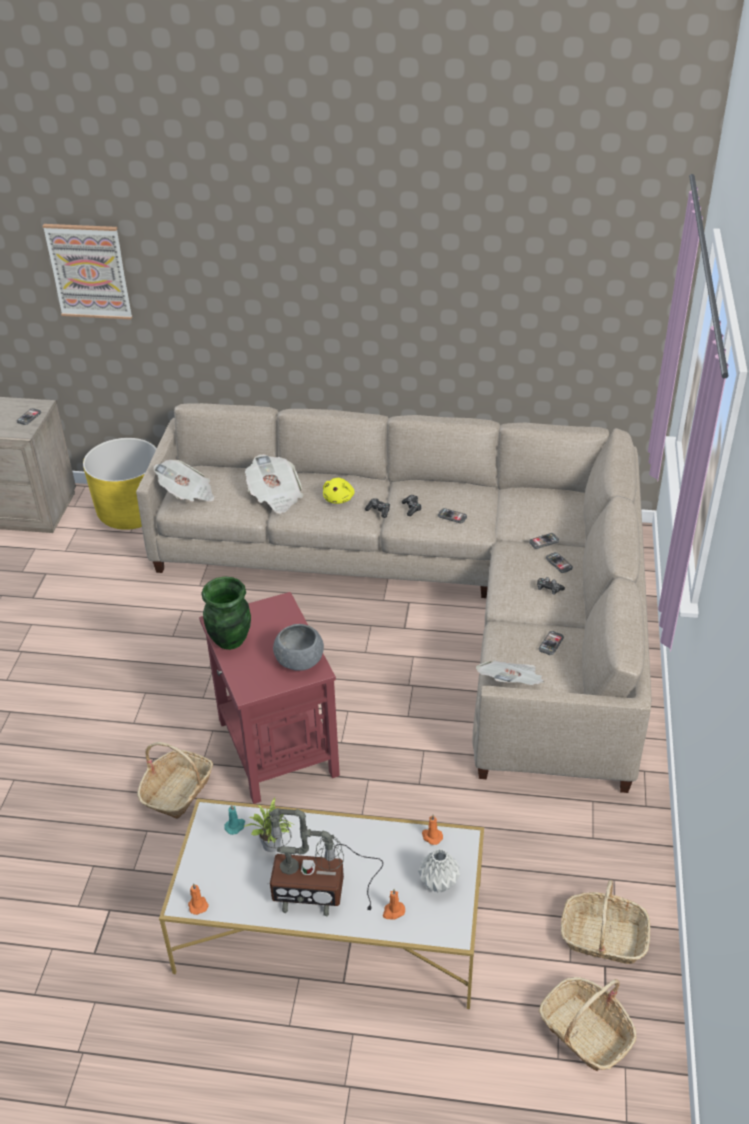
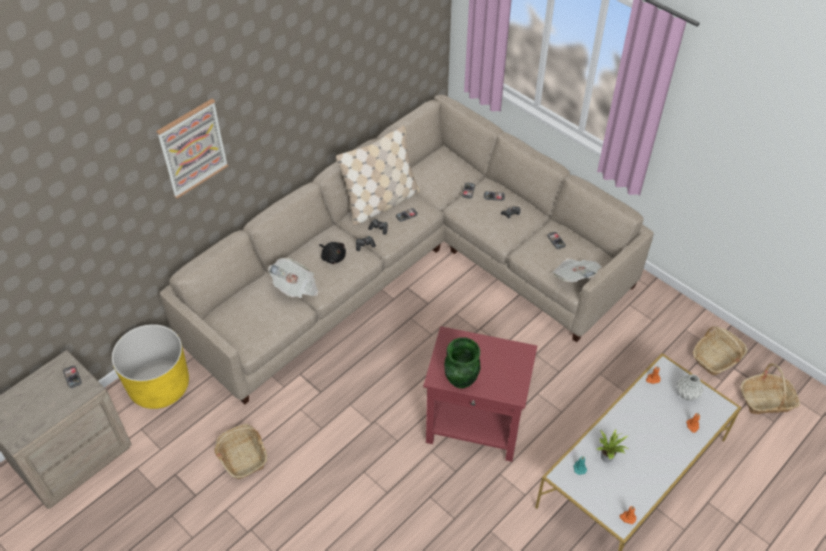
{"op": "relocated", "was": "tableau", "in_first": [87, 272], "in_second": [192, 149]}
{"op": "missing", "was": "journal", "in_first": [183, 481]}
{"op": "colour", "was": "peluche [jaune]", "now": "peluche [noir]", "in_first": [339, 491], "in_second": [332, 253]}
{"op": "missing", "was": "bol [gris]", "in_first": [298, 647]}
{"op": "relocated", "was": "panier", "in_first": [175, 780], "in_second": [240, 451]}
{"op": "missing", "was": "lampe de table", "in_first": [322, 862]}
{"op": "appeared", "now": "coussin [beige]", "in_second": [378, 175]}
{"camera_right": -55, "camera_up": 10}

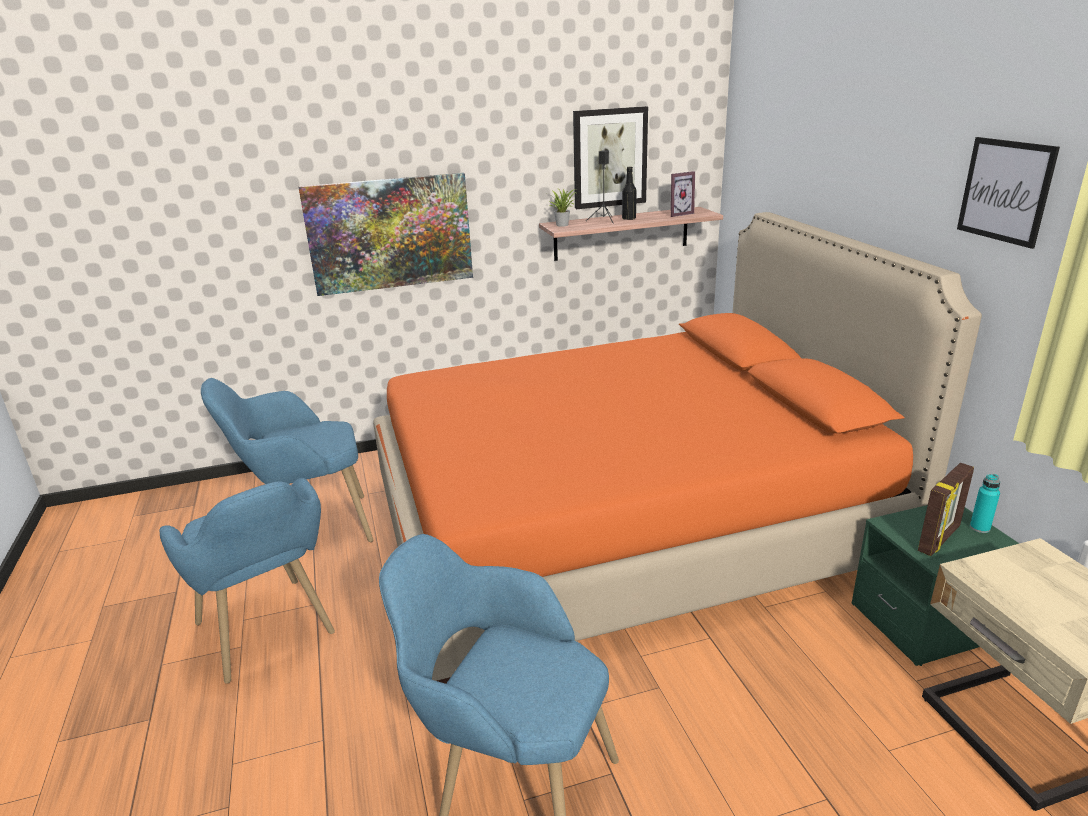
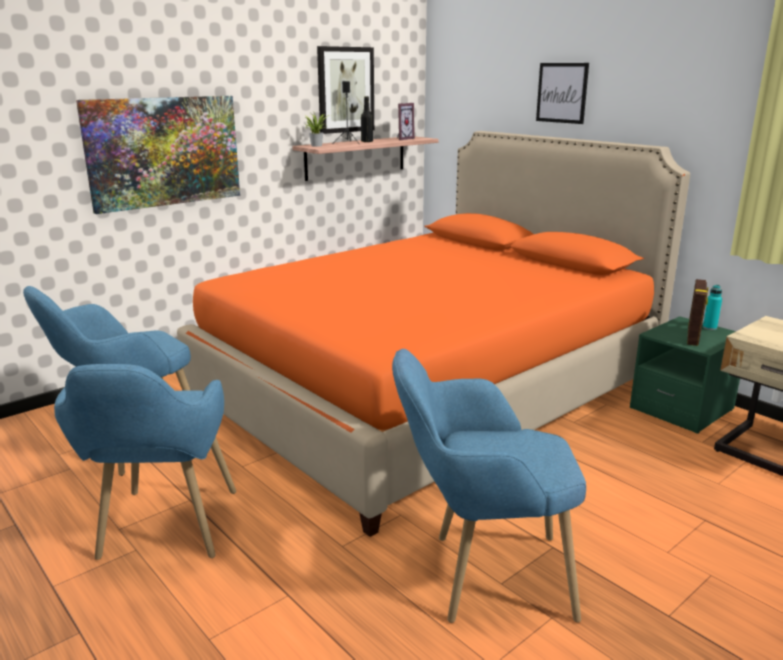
{"op": "relocated", "was": "tableau", "in_first": [1008, 193], "in_second": [562, 93]}
{"op": "spun", "was": "fauteuil [bleu]", "in_first": [247, 581], "in_second": [145, 462], "clockwise": 60}
{"camera_right": -25, "camera_up": -5}

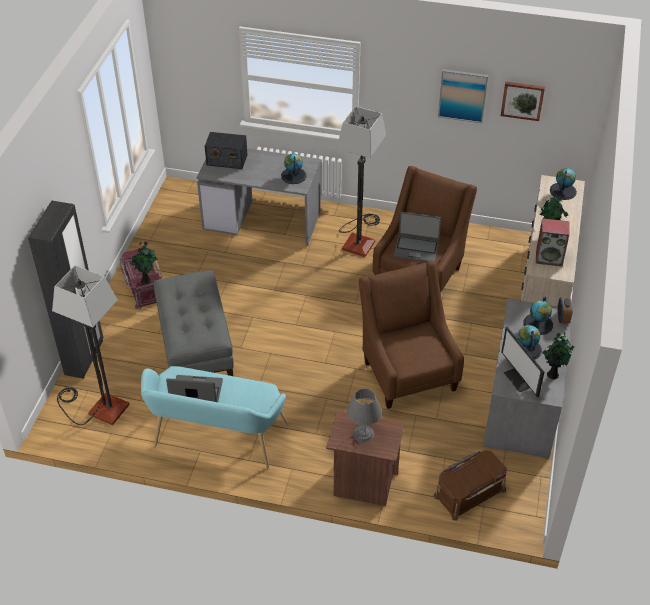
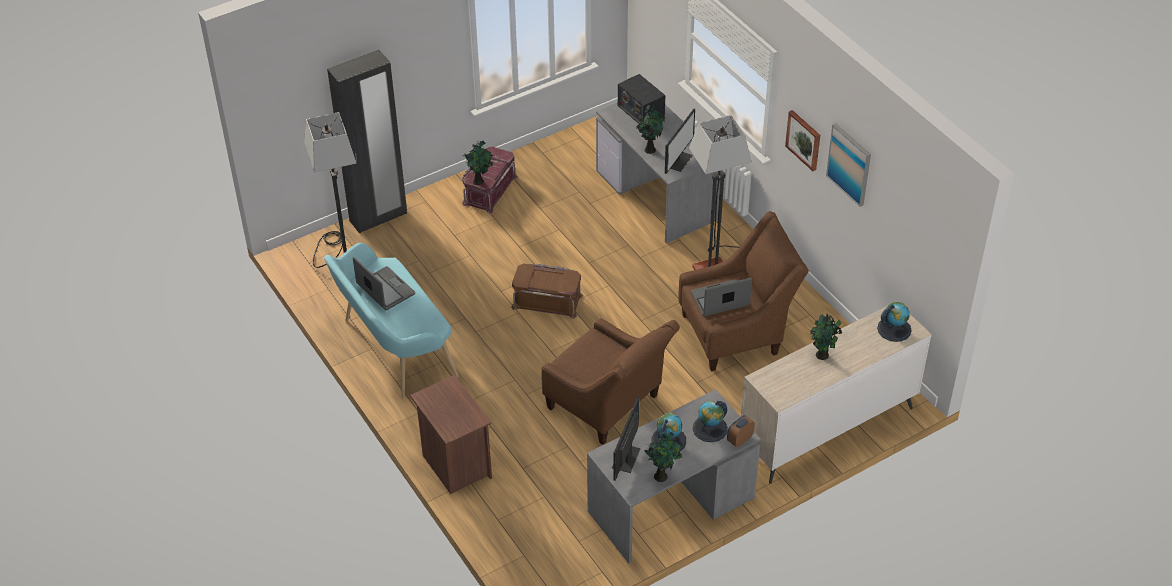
{"op": "relocated", "was": "tableau", "in_first": [523, 101], "in_second": [802, 140]}
{"op": "exchanged", "was": "globe", "now": "écran d'ordinateur", "in_first": [294, 168], "in_second": [680, 141]}
{"op": "spun", "was": "ordinateur portable", "in_first": [417, 237], "in_second": [721, 297], "clockwise": 105}
{"op": "missing", "was": "enceinte", "in_first": [553, 242]}
{"op": "spun", "was": "fauteuil [marron]", "in_first": [411, 335], "in_second": [610, 381], "clockwise": 105}
{"op": "missing", "was": "pouf [gris]", "in_first": [194, 323]}
{"op": "missing", "was": "lampe de table [gris]", "in_first": [364, 415]}
{"op": "relocated", "was": "boîte de rangement [marron]", "in_first": [470, 485], "in_second": [547, 291]}
{"op": "appeared", "now": "plante en pot", "in_second": [650, 128]}
{"camera_right": 45, "camera_up": 0}

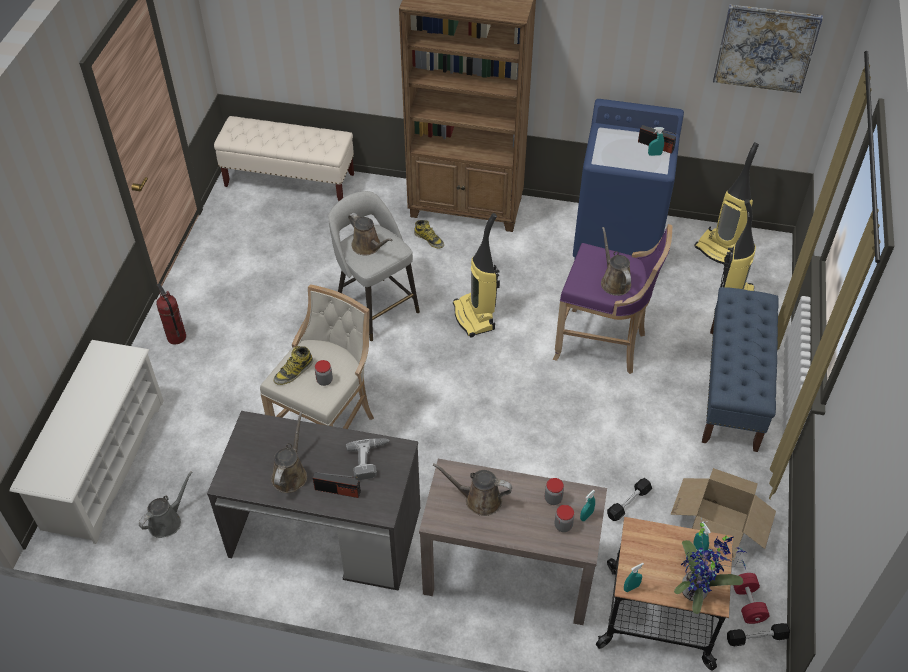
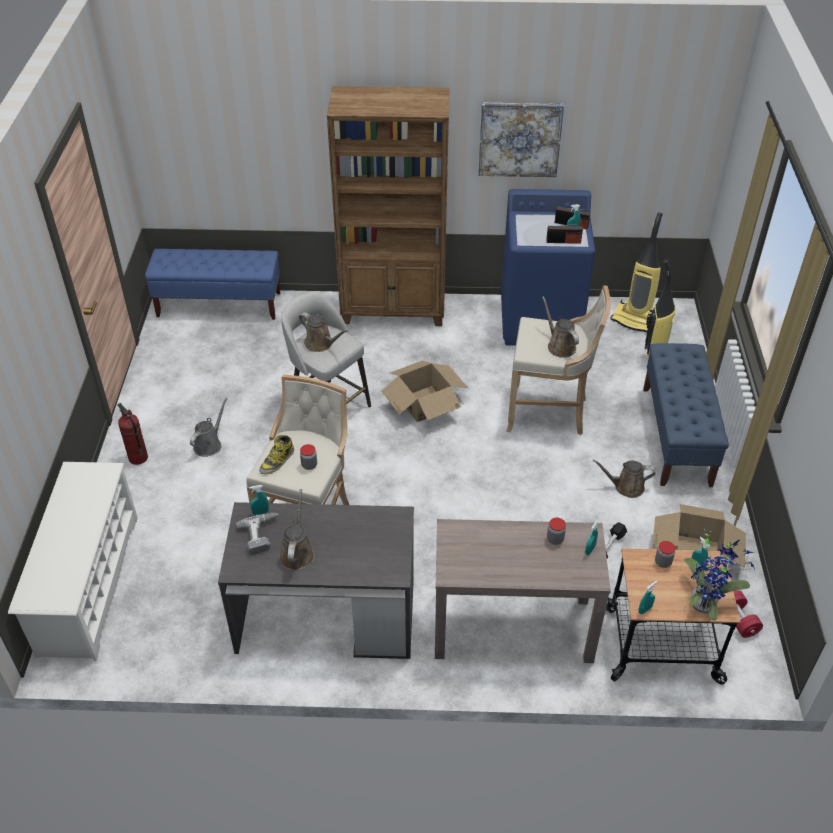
{"op": "relocated", "was": "tableau", "in_first": [768, 49], "in_second": [521, 139]}
{"op": "colour", "was": "banc [beige]", "now": "banc [bleu]", "in_first": [284, 158], "in_second": [212, 284]}
{"op": "exchanged", "was": "aspirateur", "now": "carton", "in_first": [476, 275], "in_second": [424, 391]}
{"op": "missing", "was": "botte", "in_first": [429, 234]}
{"op": "colour", "was": "tabouret [violet]", "now": "tabouret [beige]", "in_first": [612, 299], "in_second": [558, 360]}
{"op": "relocated", "was": "perceuse", "in_first": [368, 459], "in_second": [257, 534]}
{"op": "relocated", "was": "arrosoir [marron]", "in_first": [472, 489], "in_second": [624, 479]}
{"op": "relocated", "was": "arrosoir [gris]", "in_first": [166, 504], "in_second": [209, 427]}
{"op": "relocated", "was": "radio", "in_first": [337, 485], "in_second": [564, 234]}
{"op": "relocated", "was": "bocal", "in_first": [564, 518], "in_second": [665, 554]}
{"op": "missing", "was": "haltère [noir]", "in_first": [758, 634]}
{"op": "appeared", "now": "vaporisateur [turquoise]", "in_second": [259, 500]}
{"camera_right": -10, "camera_up": -5}

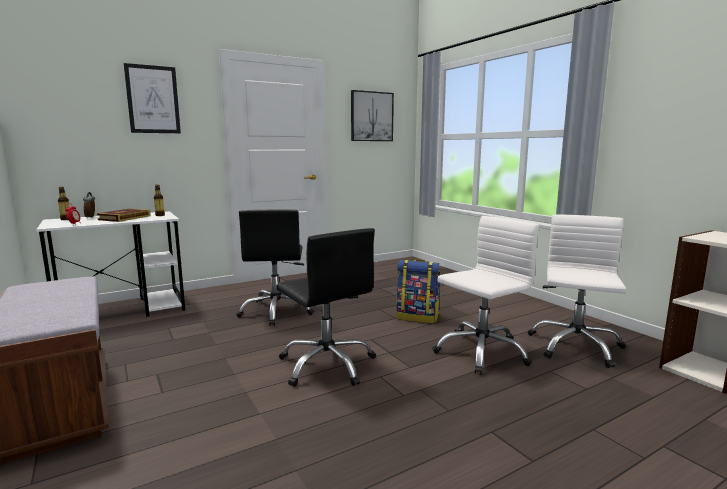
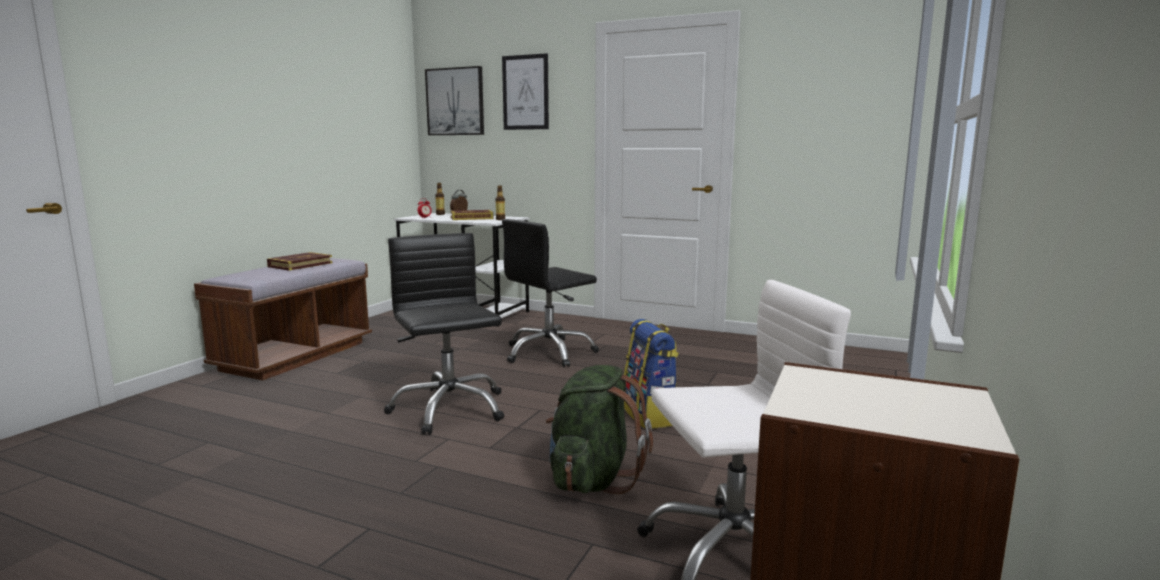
{"op": "relocated", "was": "tableau", "in_first": [372, 115], "in_second": [454, 100]}
{"op": "exchanged", "was": "chaise de bureau [blanc]", "now": "sac à dos [vert]", "in_first": [485, 295], "in_second": [599, 429]}
{"op": "spun", "was": "chaise de bureau [noir]", "in_first": [326, 307], "in_second": [444, 334], "clockwise": 135}
{"op": "appeared", "now": "livre", "in_second": [299, 261]}
{"camera_right": 55, "camera_up": 0}

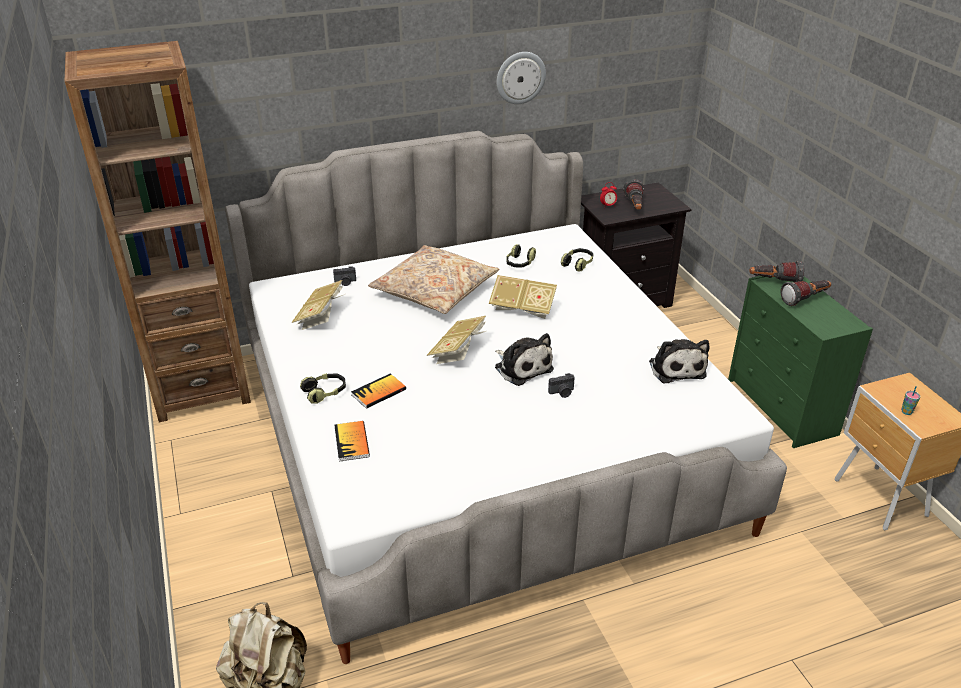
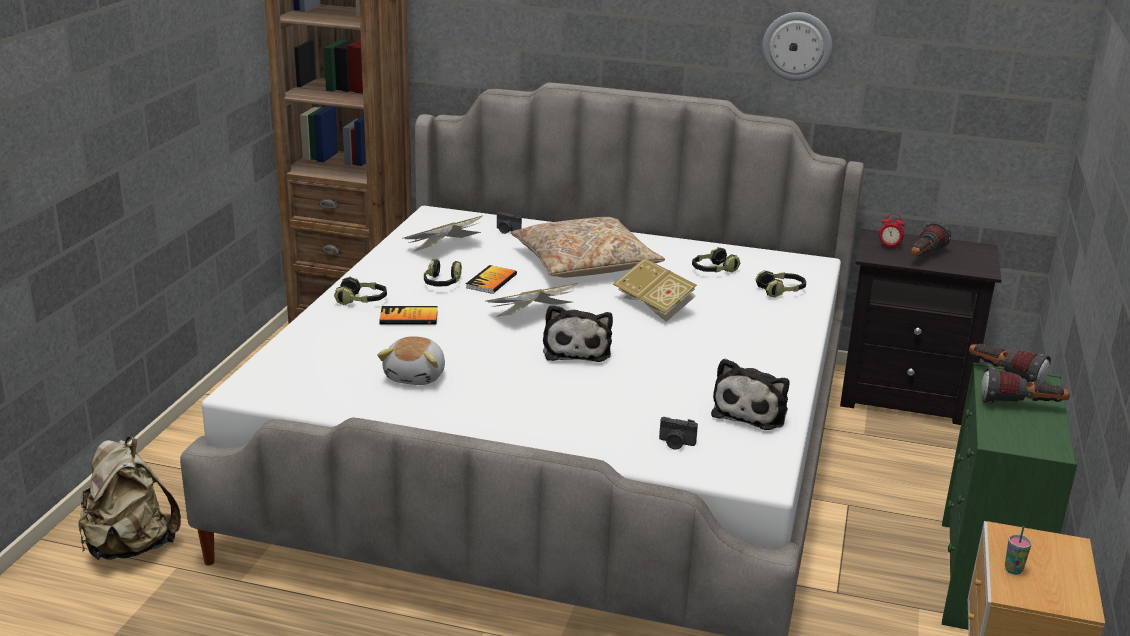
{"op": "relocated", "was": "appareil photo", "in_first": [561, 385], "in_second": [678, 433]}
{"op": "relocated", "was": "livre", "in_first": [352, 441], "in_second": [491, 279]}
{"op": "appeared", "now": "casque audio", "in_second": [443, 273]}
{"op": "appeared", "now": "peluche", "in_second": [411, 360]}
{"camera_right": 35, "camera_up": -10}

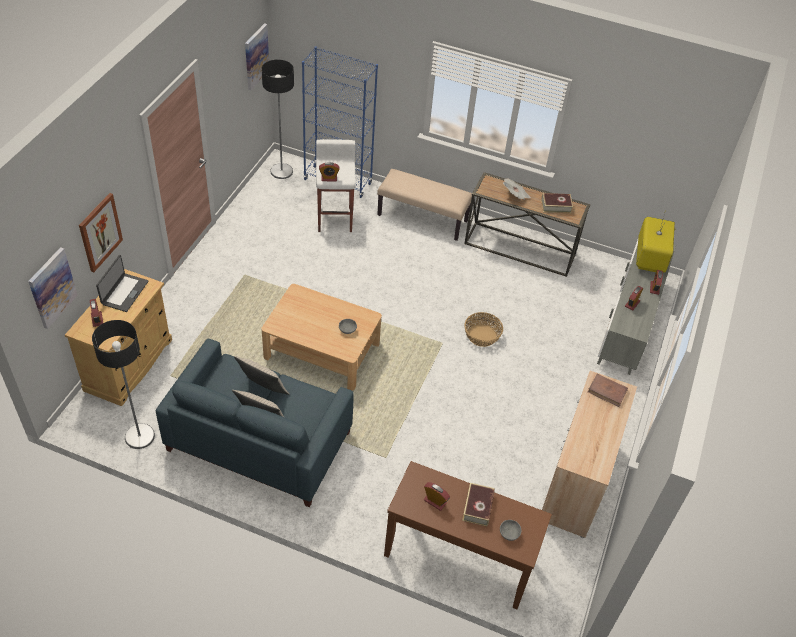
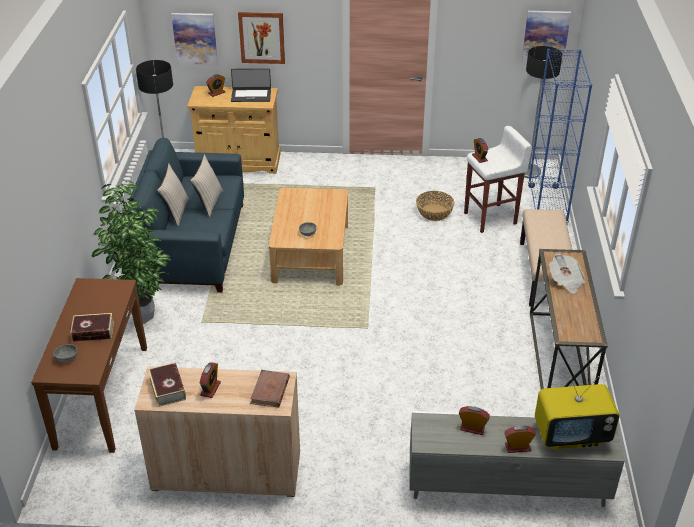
{"op": "relocated", "was": "livre", "in_first": [557, 203], "in_second": [167, 384]}
{"op": "relocated", "was": "panier", "in_first": [483, 329], "in_second": [435, 206]}
{"op": "relocated", "was": "réveil", "in_first": [437, 496], "in_second": [210, 380]}
{"op": "appeared", "now": "plante en pot", "in_second": [131, 252]}
{"camera_right": 75, "camera_up": -10}

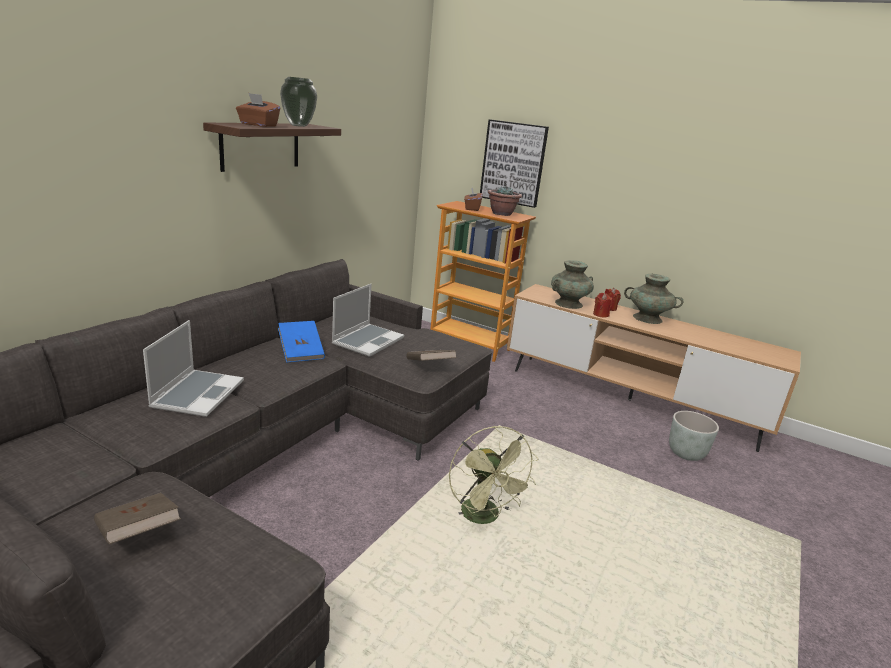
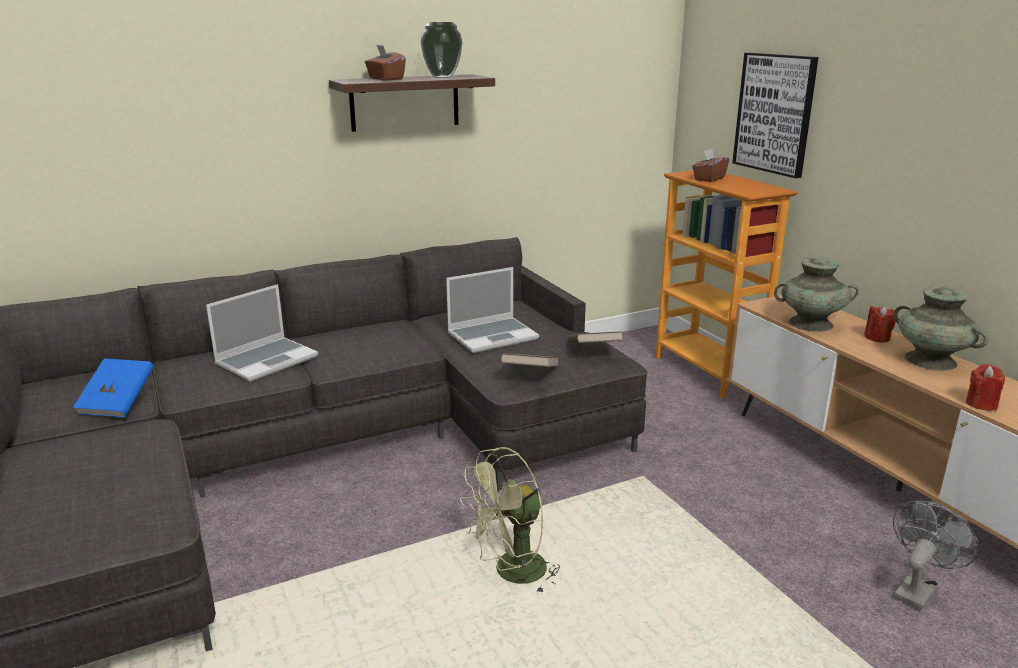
{"op": "missing", "was": "plante en pot", "in_first": [505, 201]}
{"op": "relocated", "was": "bougie [rouge]", "in_first": [602, 305], "in_second": [985, 387]}
{"op": "relocated", "was": "livre [bleu]", "in_first": [301, 342], "in_second": [113, 388]}
{"op": "exchanged", "was": "cache-pot [gris]", "now": "ventilateur [gris]", "in_first": [694, 436], "in_second": [936, 555]}
{"op": "spun", "was": "ventilateur [vert]", "in_first": [494, 475], "in_second": [510, 520], "clockwise": 45}
{"op": "relocated", "was": "livre [marron]", "in_first": [137, 518], "in_second": [595, 337]}
{"camera_right": 35, "camera_up": 0}

